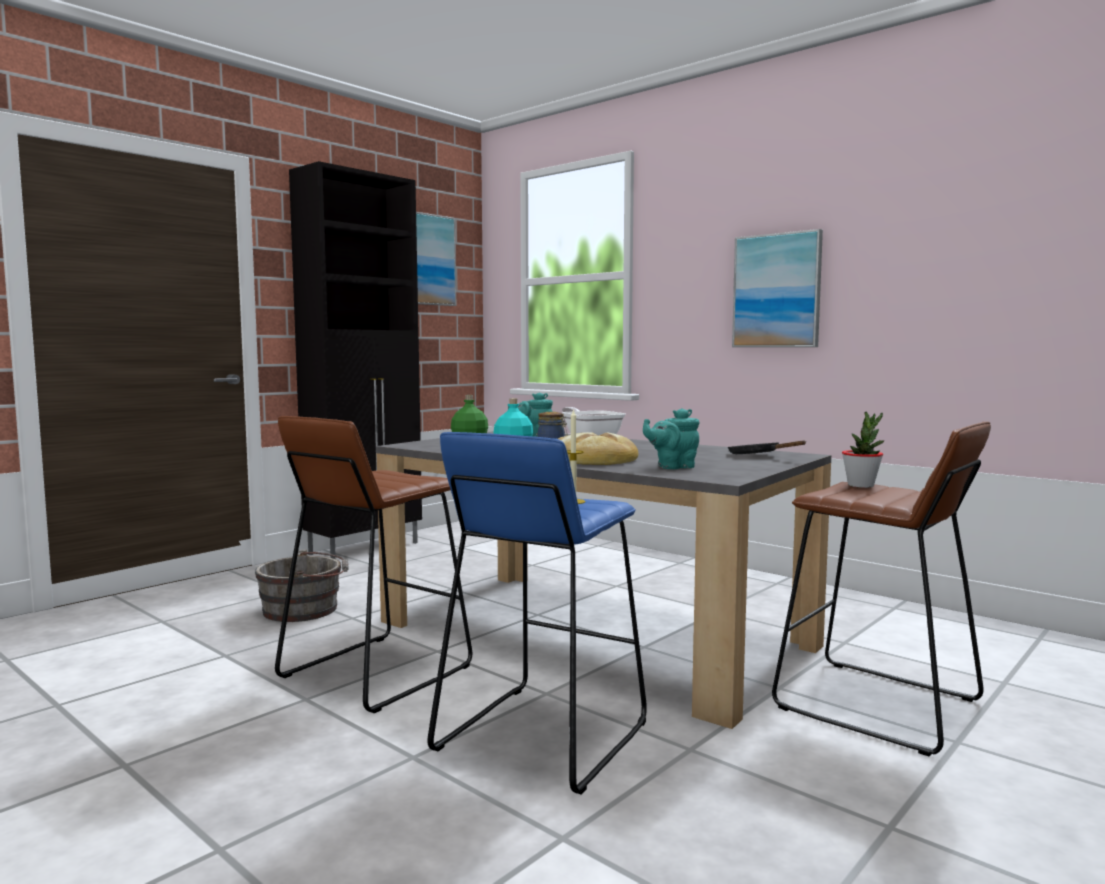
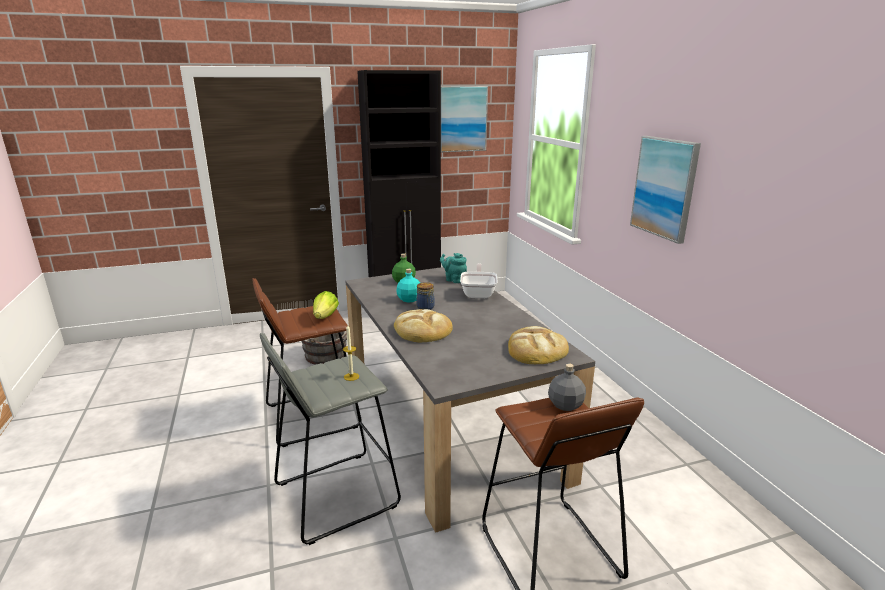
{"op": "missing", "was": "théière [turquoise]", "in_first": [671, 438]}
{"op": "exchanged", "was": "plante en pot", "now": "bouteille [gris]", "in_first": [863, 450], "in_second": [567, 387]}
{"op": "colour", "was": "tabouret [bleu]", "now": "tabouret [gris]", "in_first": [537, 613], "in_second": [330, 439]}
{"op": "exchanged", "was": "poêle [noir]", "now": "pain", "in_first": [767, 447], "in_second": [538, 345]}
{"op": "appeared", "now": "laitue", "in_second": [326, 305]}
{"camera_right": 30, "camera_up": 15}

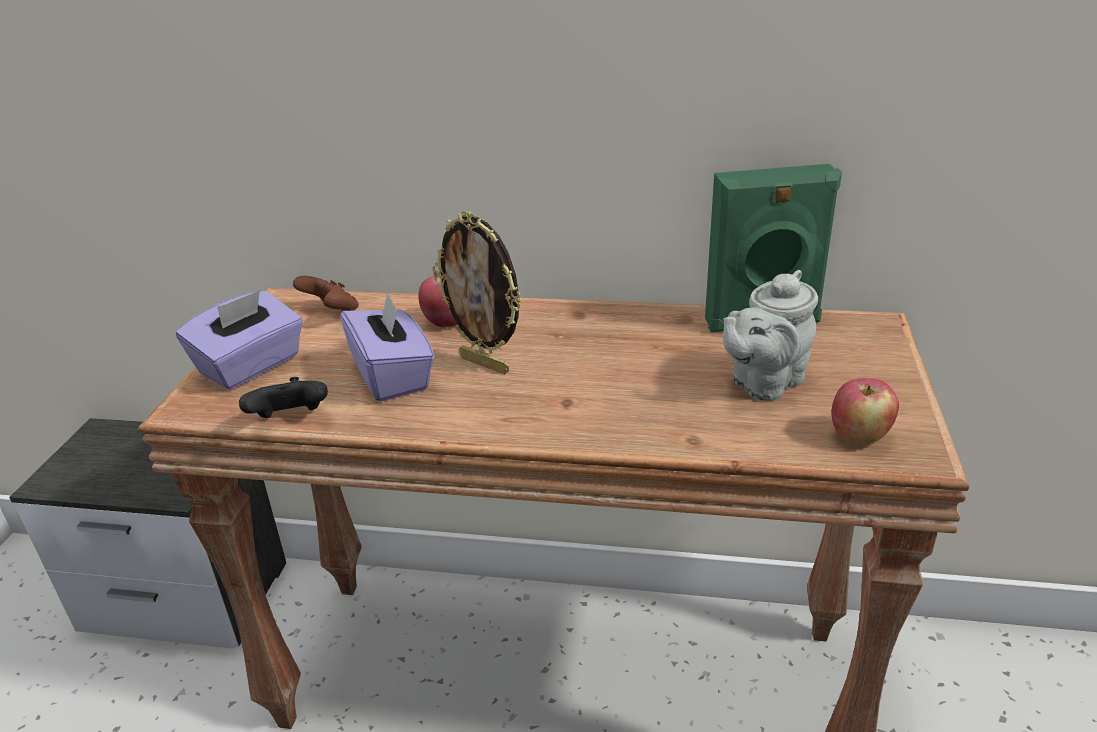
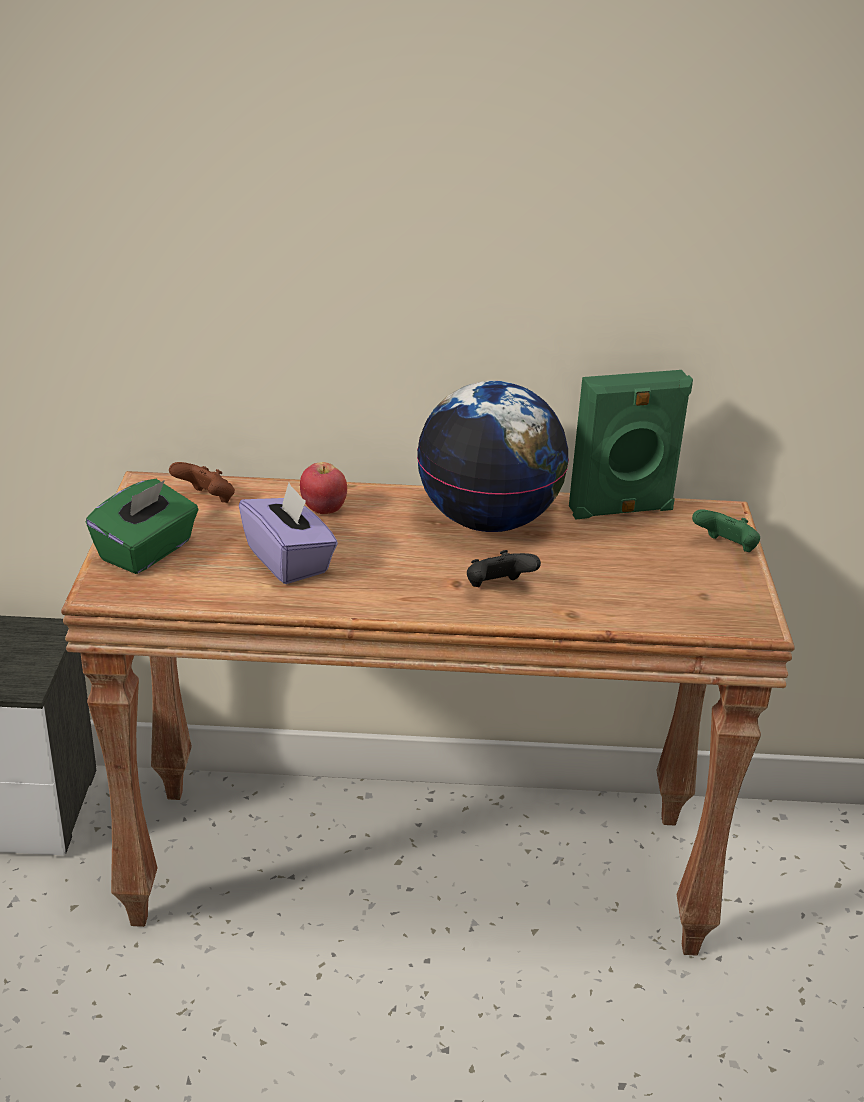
{"op": "missing", "was": "cadre photo", "in_first": [477, 292]}
{"op": "missing", "was": "théière [gris]", "in_first": [770, 335]}
{"op": "colour", "was": "boîte à mouchoirs [violet]", "now": "boîte à mouchoirs [vert]", "in_first": [239, 340], "in_second": [142, 526]}
{"op": "relocated", "was": "manette [noir]", "in_first": [283, 397], "in_second": [504, 568]}
{"op": "missing", "was": "pomme", "in_first": [865, 411]}
{"op": "appeared", "now": "globe", "in_second": [493, 456]}
{"op": "appeared", "now": "manette [vert]", "in_second": [726, 530]}
{"camera_right": -10, "camera_up": 0}

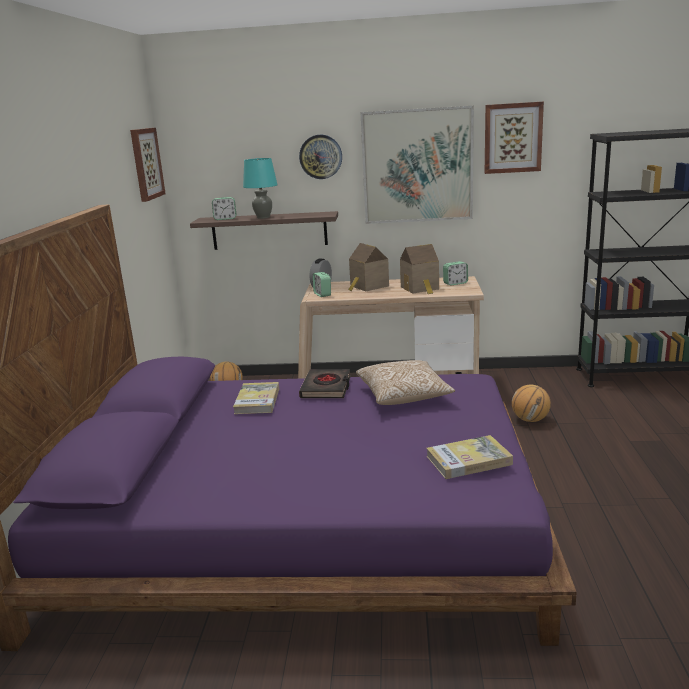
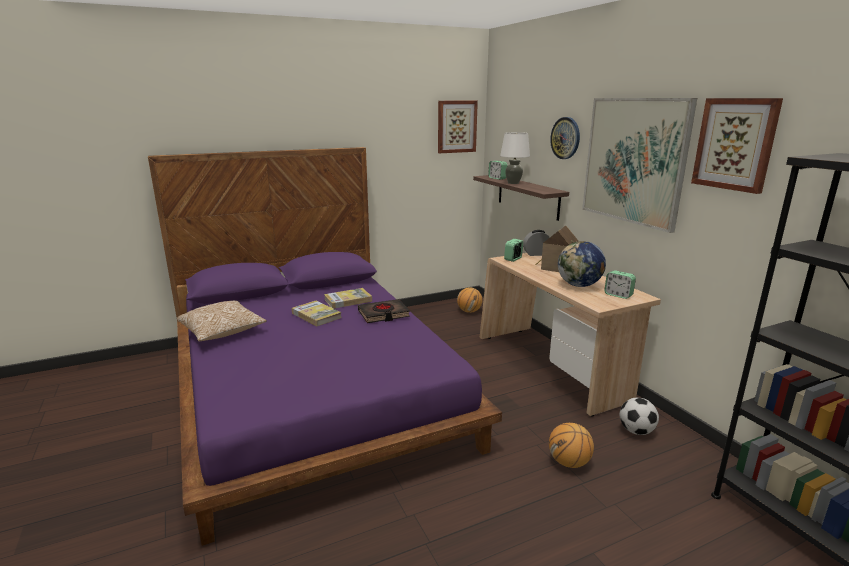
{"op": "colour", "was": "lampe de table [turquoise]", "now": "lampe de table [blanc]", "in_first": [260, 188], "in_second": [515, 158]}
{"op": "exchanged", "was": "maison miniature", "now": "globe", "in_first": [419, 269], "in_second": [582, 264]}
{"op": "relocated", "was": "coussin", "in_first": [405, 382], "in_second": [222, 321]}
{"op": "relocated", "was": "livre", "in_first": [469, 457], "in_second": [316, 313]}
{"op": "appeared", "now": "ballon de foot", "in_second": [639, 416]}
{"camera_right": 60, "camera_up": 0}

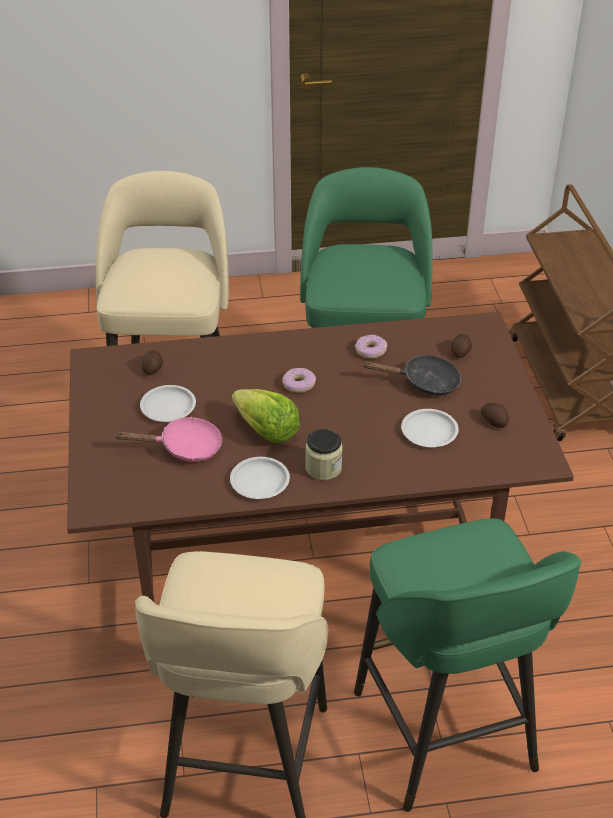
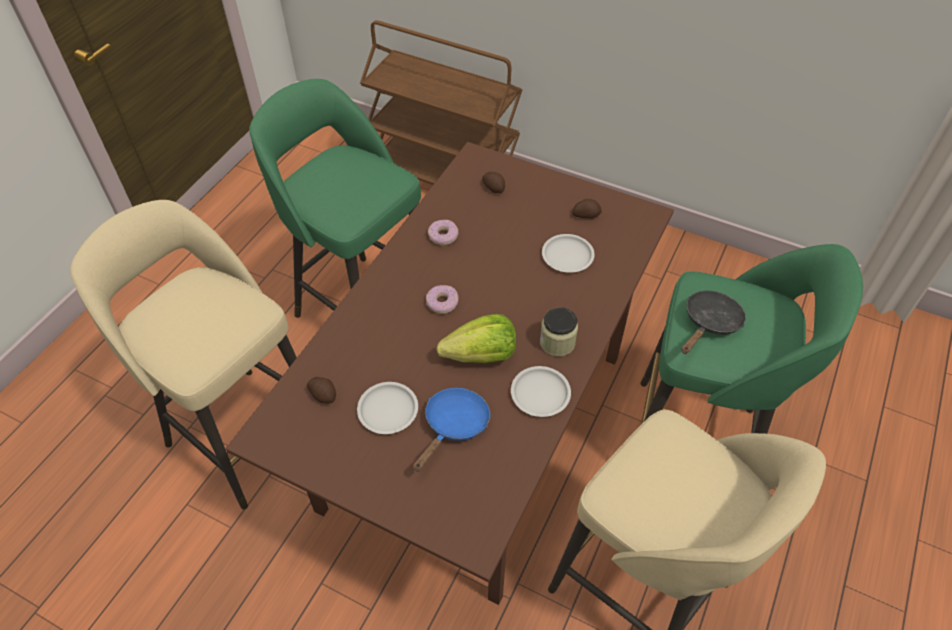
{"op": "relocated", "was": "poêle [noir]", "in_first": [411, 375], "in_second": [713, 322]}
{"op": "colour", "was": "poêle [rose]", "now": "poêle [bleu]", "in_first": [168, 439], "in_second": [451, 430]}
{"camera_right": -55, "camera_up": 10}

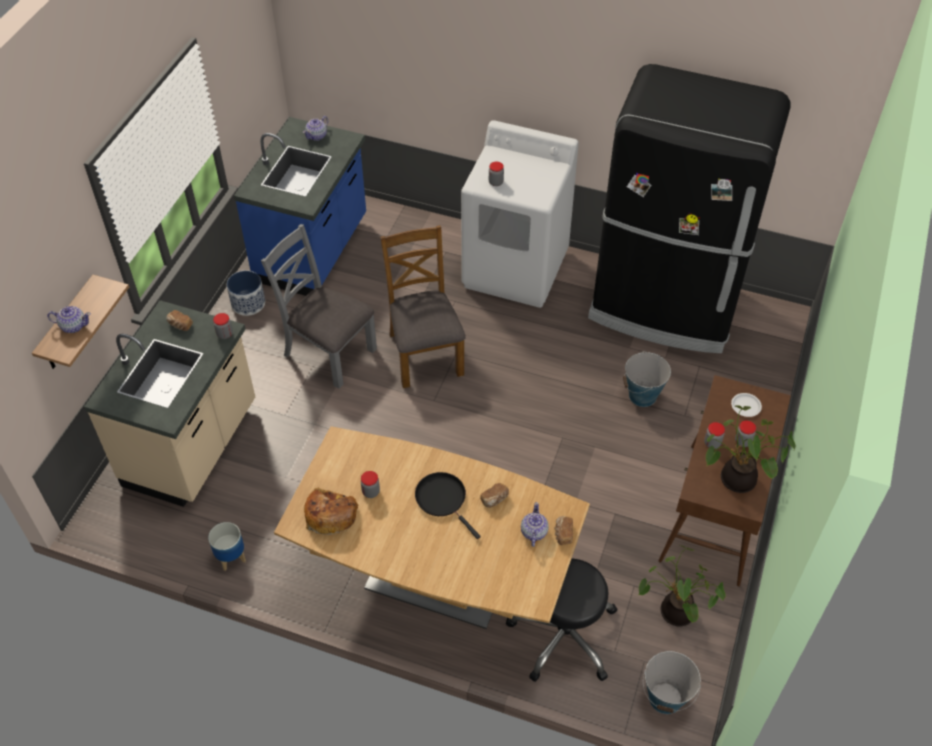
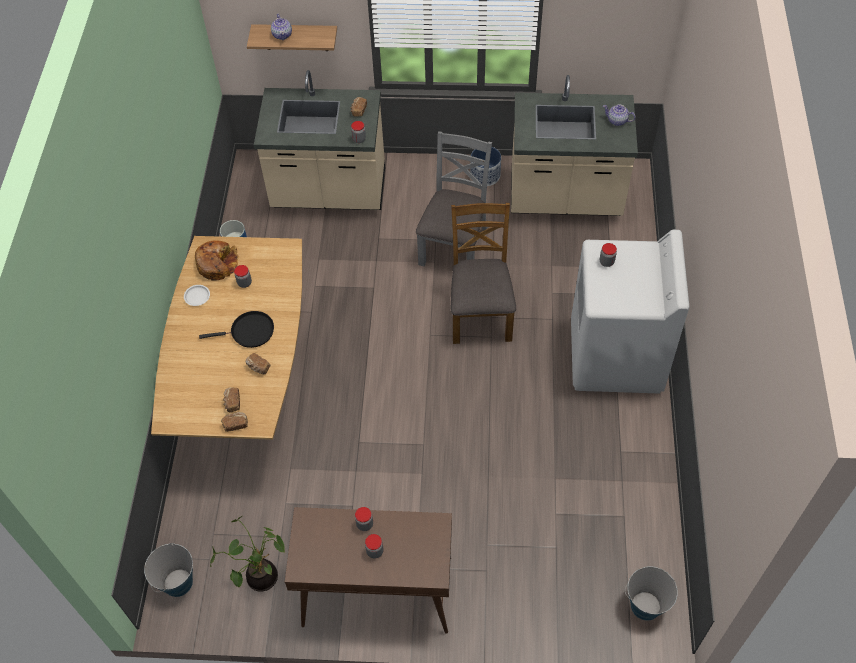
{"op": "missing", "was": "réfrigérateur [noir]", "in_first": [689, 208]}
{"op": "colour", "was": "comptoir de cuisine [bleu]", "now": "comptoir de cuisine [beige]", "in_first": [300, 206], "in_second": [574, 145]}
{"op": "spun", "was": "chaise [marron]", "in_first": [423, 306], "in_second": [483, 273], "clockwise": -60}
{"op": "relocated", "was": "seau", "in_first": [647, 379], "in_second": [651, 593]}
{"op": "relocated", "was": "assiette [blanc]", "in_first": [746, 405], "in_second": [197, 295]}
{"op": "missing", "was": "plante en pot", "in_first": [751, 449]}
{"op": "spun", "was": "poêle [noir]", "in_first": [448, 505], "in_second": [236, 329], "clockwise": 45}
{"op": "exchanged", "was": "théière", "now": "pain", "in_first": [535, 524], "in_second": [231, 400]}
{"op": "missing", "was": "tabouret [noir]", "in_first": [562, 620]}
{"camera_right": 75, "camera_up": 5}

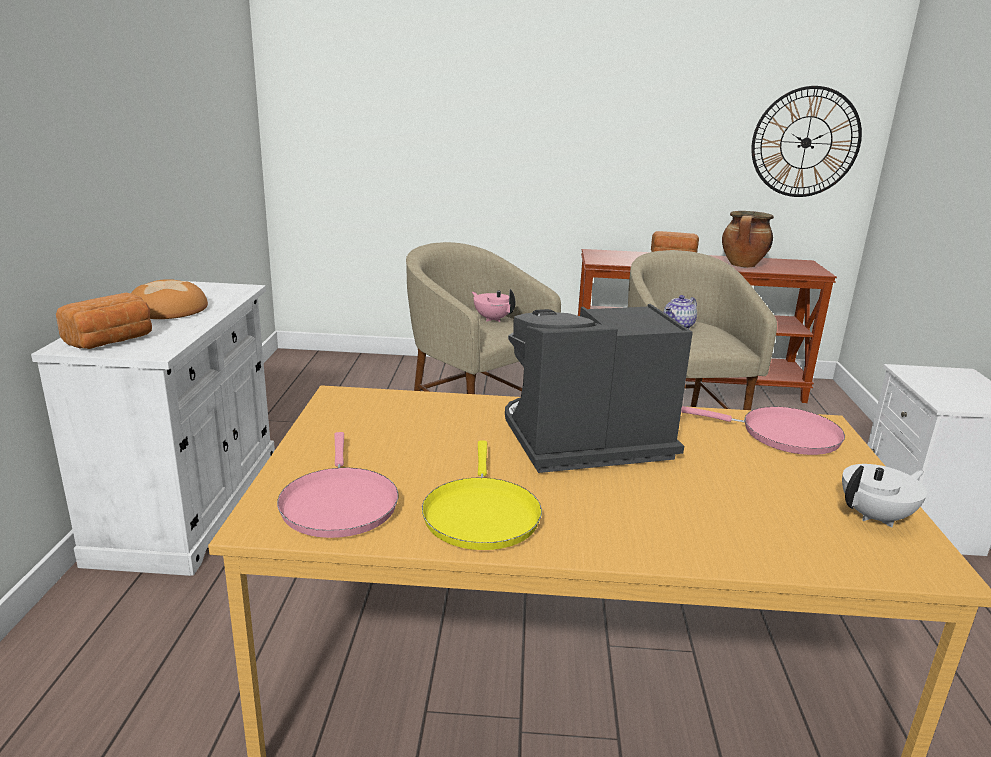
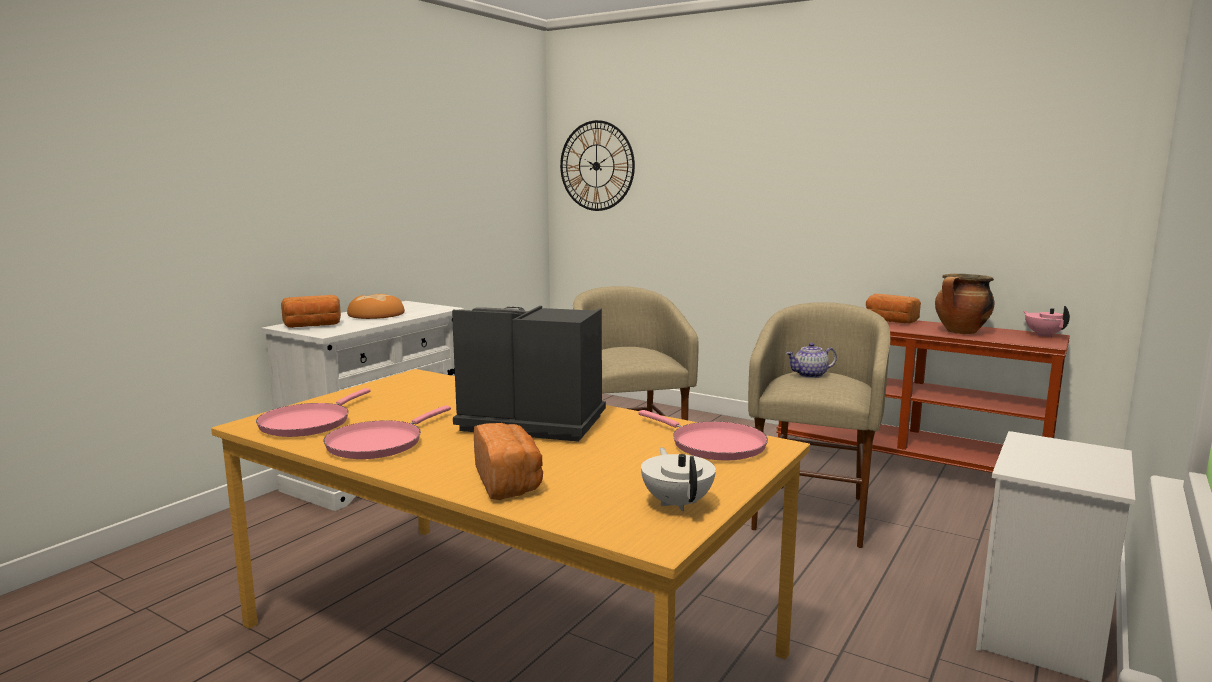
{"op": "relocated", "was": "horloge murale", "in_first": [806, 141], "in_second": [597, 165]}
{"op": "relocated", "was": "théière [rose]", "in_first": [493, 305], "in_second": [1046, 321]}
{"op": "colour", "was": "poêle [jaune]", "now": "poêle [rose]", "in_first": [482, 495], "in_second": [387, 432]}
{"op": "spun", "was": "théière [blanc]", "in_first": [884, 496], "in_second": [678, 479], "clockwise": -105}
{"op": "appeared", "now": "pain", "in_second": [508, 461]}
{"camera_right": 30, "camera_up": -10}

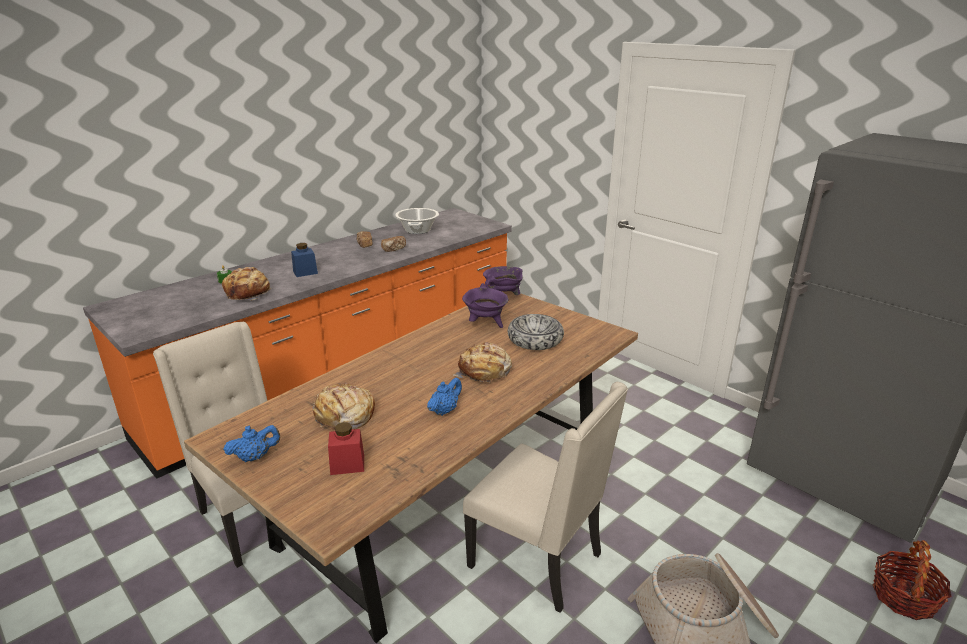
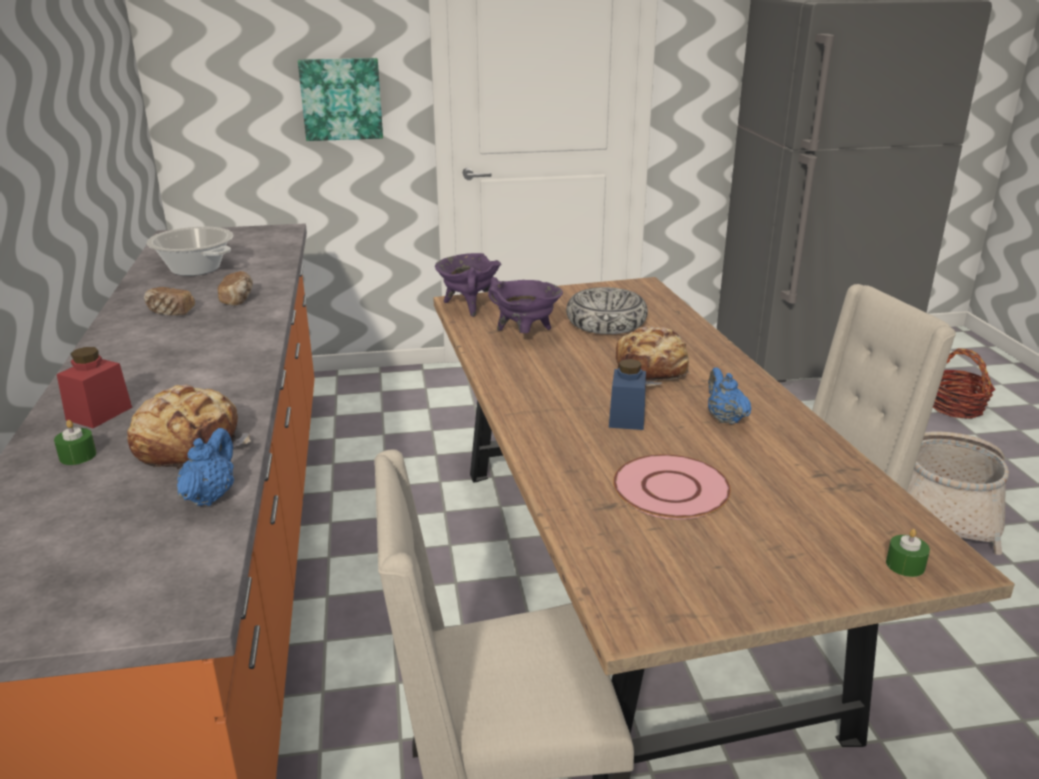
{"op": "relocated", "was": "bocal [bleu]", "in_first": [304, 260], "in_second": [627, 394]}
{"op": "exchanged", "was": "pain", "now": "assiette [rose]", "in_first": [343, 406], "in_second": [672, 486]}
{"op": "relocated", "was": "bocal [rouge]", "in_first": [346, 448], "in_second": [94, 387]}
{"op": "relocated", "was": "théière [bleu]", "in_first": [251, 443], "in_second": [205, 467]}
{"op": "appeared", "now": "tableau", "in_second": [340, 99]}
{"op": "appeared", "now": "bougie [vert]", "in_second": [908, 553]}
{"camera_right": -55, "camera_up": 0}

